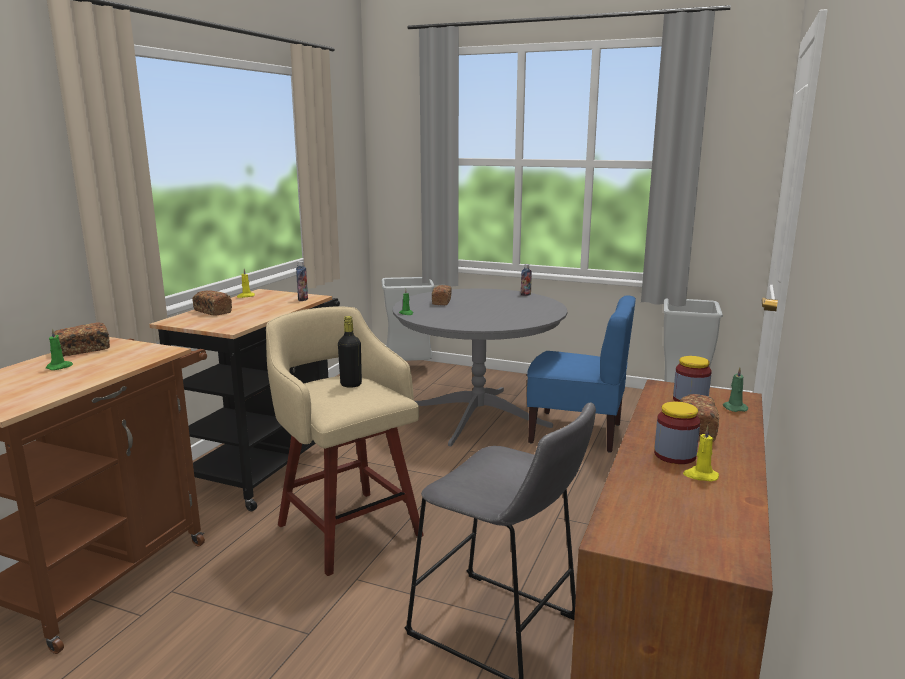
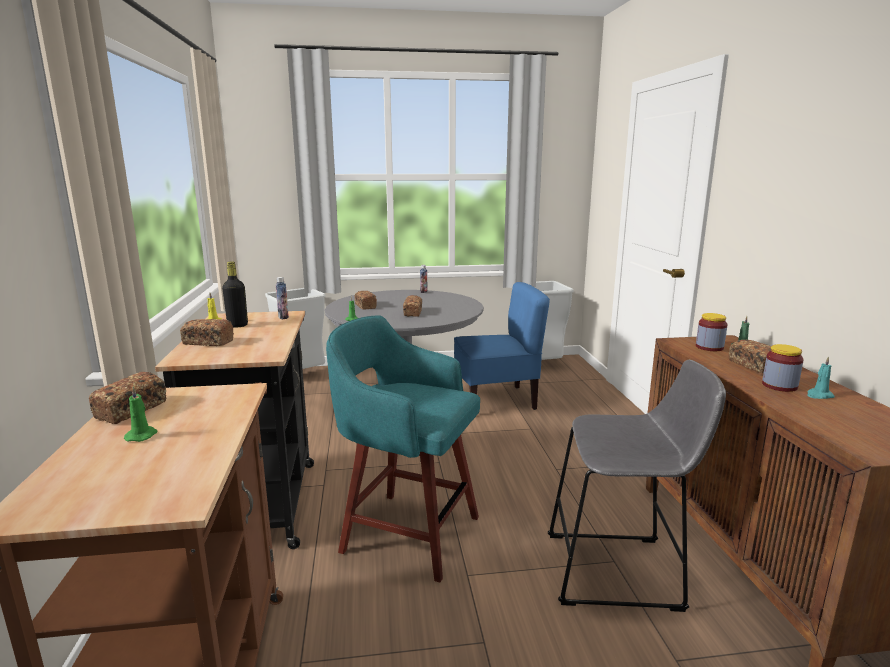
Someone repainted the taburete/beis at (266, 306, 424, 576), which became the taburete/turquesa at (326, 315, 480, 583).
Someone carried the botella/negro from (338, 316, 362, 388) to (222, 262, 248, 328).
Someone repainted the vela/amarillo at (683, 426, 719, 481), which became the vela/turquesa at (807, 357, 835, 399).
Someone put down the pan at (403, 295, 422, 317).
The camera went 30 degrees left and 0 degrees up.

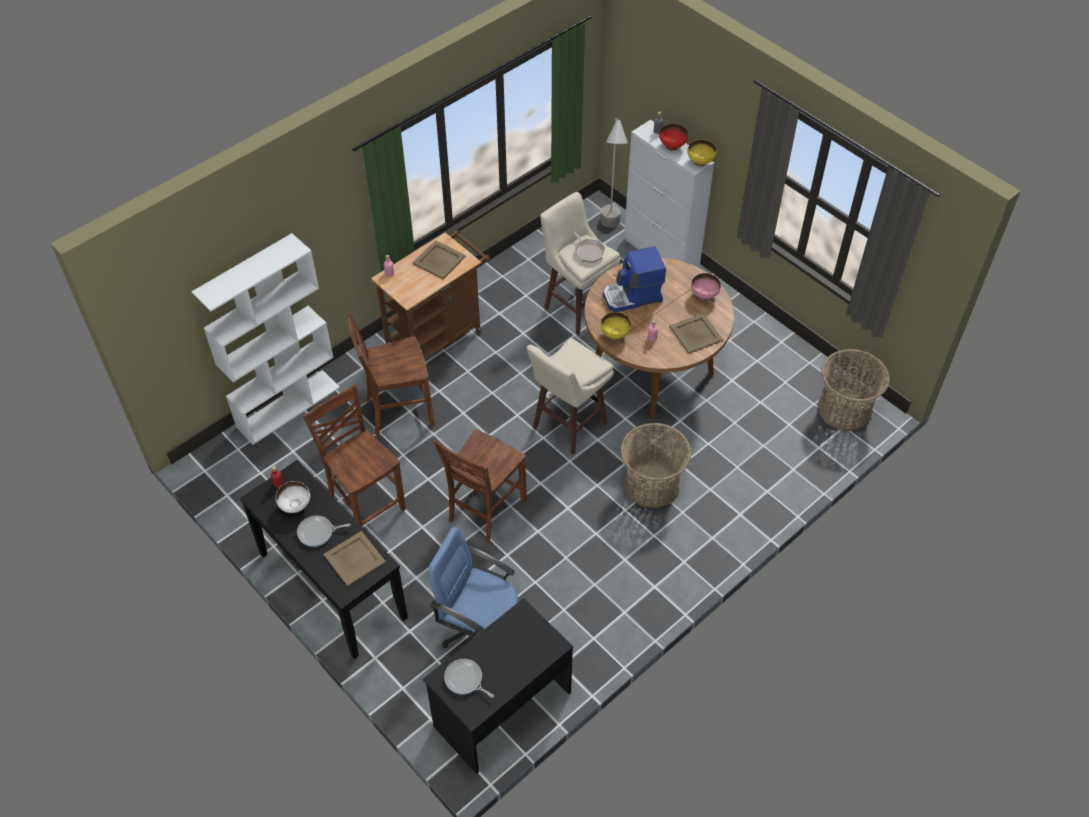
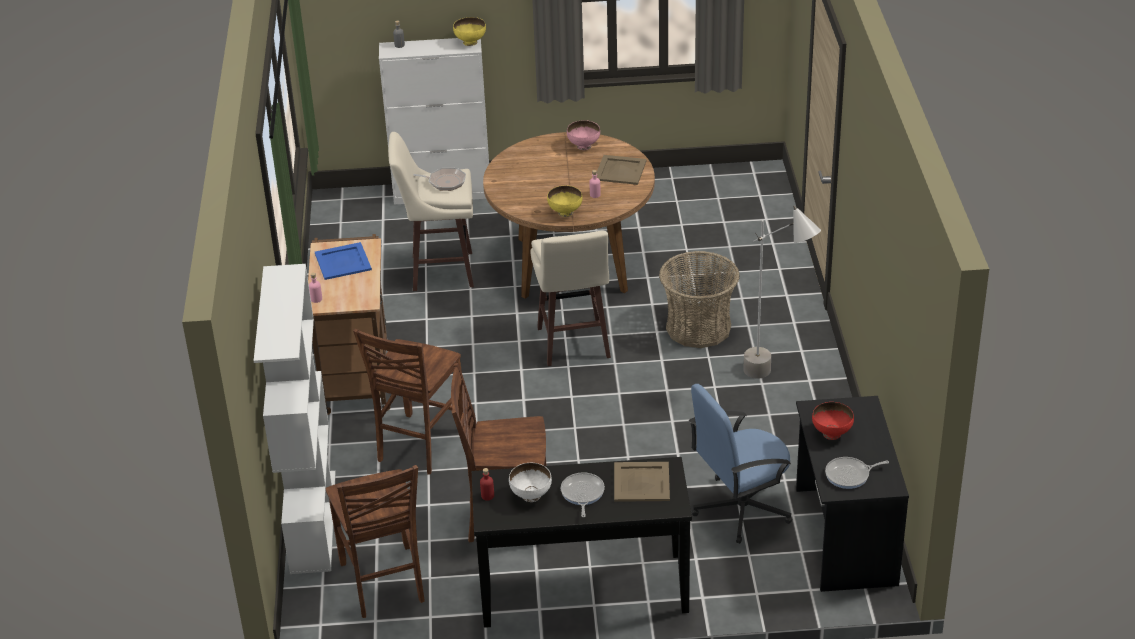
Someone rotated the sartén at (297, 516, 351, 547) by 150 degrees clockwise.
Someone repainted the bandeja/beis at (413, 240, 466, 279), which became the bandeja/azul at (315, 242, 372, 280).
Someone carried the silla/marrón from (433, 430, 527, 543) to (326, 465, 425, 618).
Someone carried the lámpara de pie/gris from (601, 117, 628, 228) to (743, 205, 821, 379).
Someone took away the cafetera at (603, 246, 666, 312).
Someone carried the cuenco/rojo from (659, 124, 688, 151) to (812, 402, 854, 440).
Someone took away the cesta at (818, 349, 890, 431).
The camera went 50 degrees left and 15 degrees down.

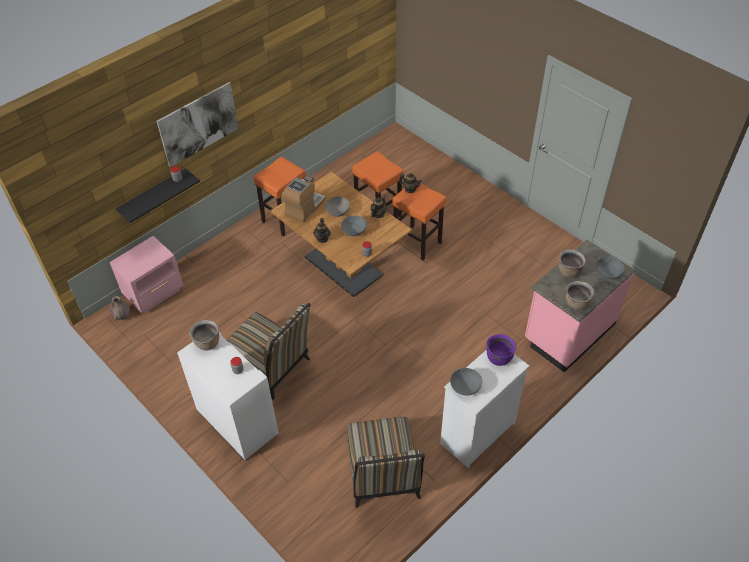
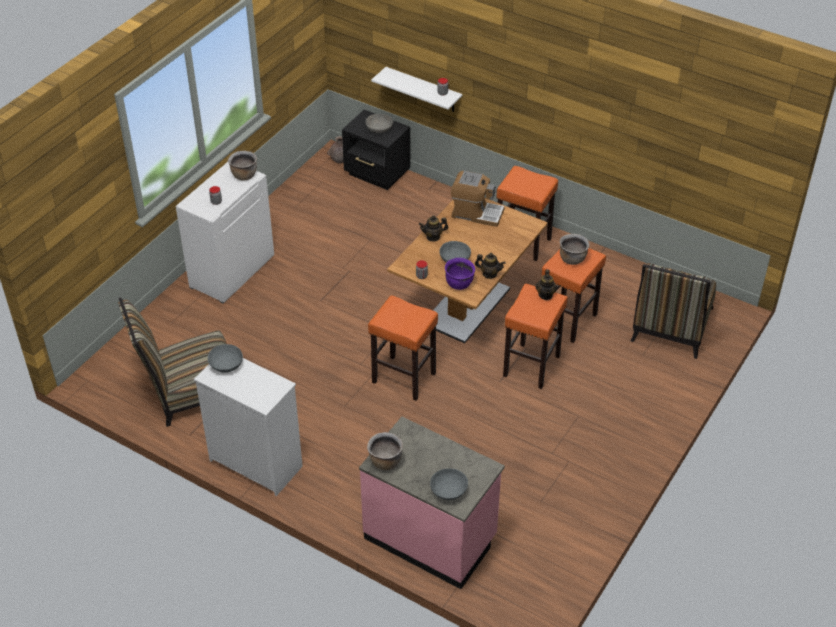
Someone repainted the mesita de noche/rosa at (110, 236, 183, 313), which became the mesita de noche/negro at (342, 110, 410, 190).
Someone repainted the estante/negro at (116, 168, 200, 223), which became the estante/blanco at (371, 67, 462, 112).
Someone took away the cuadro at (157, 82, 239, 167).
Someone carried the silla from (227, 303, 311, 400) to (631, 263, 716, 359).
Someone carried the cuenco/gris from (325, 196, 350, 217) to (365, 114, 393, 133).
Someone carried the olla/morado from (487, 334, 516, 366) to (445, 258, 475, 290).
Someone carried the olla/marrón from (559, 250, 586, 278) to (560, 234, 590, 265).
Someone put down the taburete/naranja at (368, 295, 438, 401).
The camera went 75 degrees right and 5 degrees down.

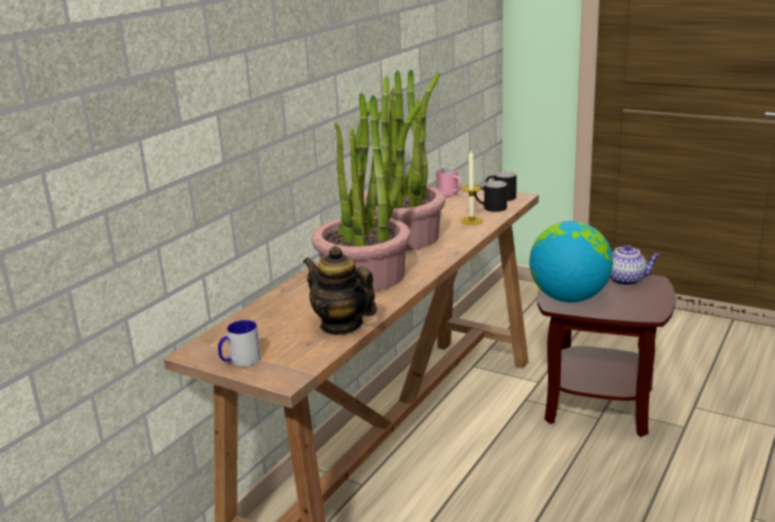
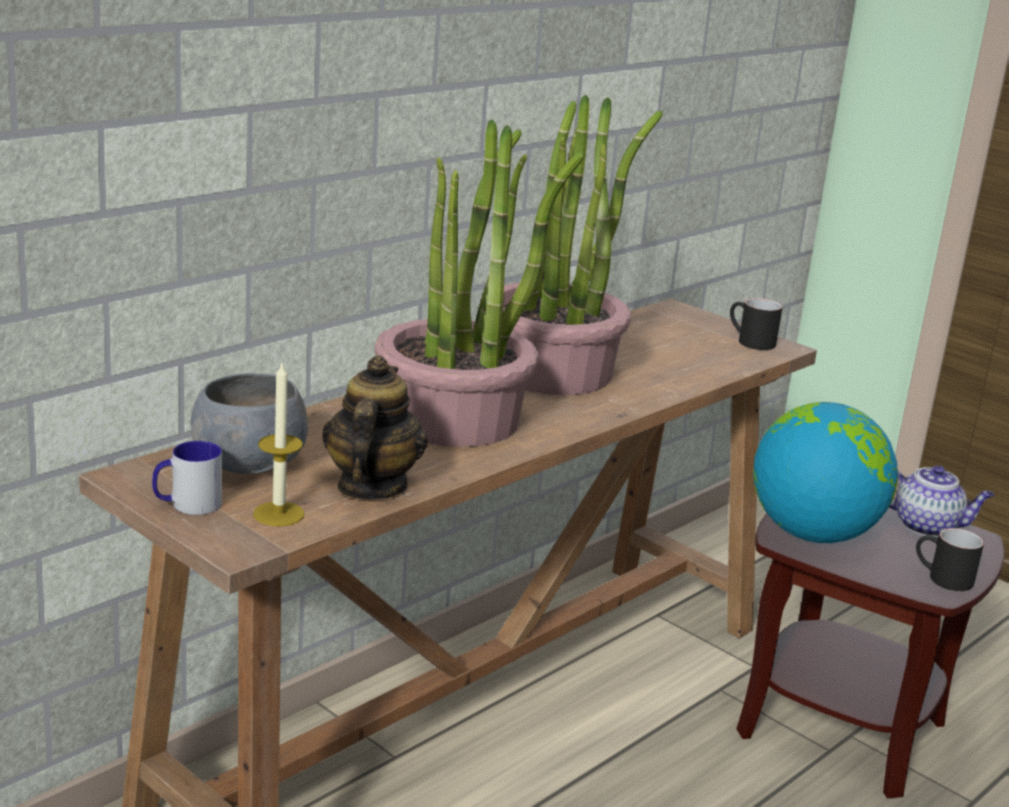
Someone rotated the tetera at (303, 246, 377, 335) by 45 degrees clockwise.
Someone took away the taza grande/rosa at (436, 168, 462, 197).
Someone carried the vela from (461, 151, 483, 225) to (253, 363, 305, 526).
Someone carried the taza grande/negro from (474, 181, 507, 212) to (916, 528, 984, 591).
Someone put down the cuenco/gris at (191, 373, 308, 474).
The camera went 10 degrees right and 0 degrees up.

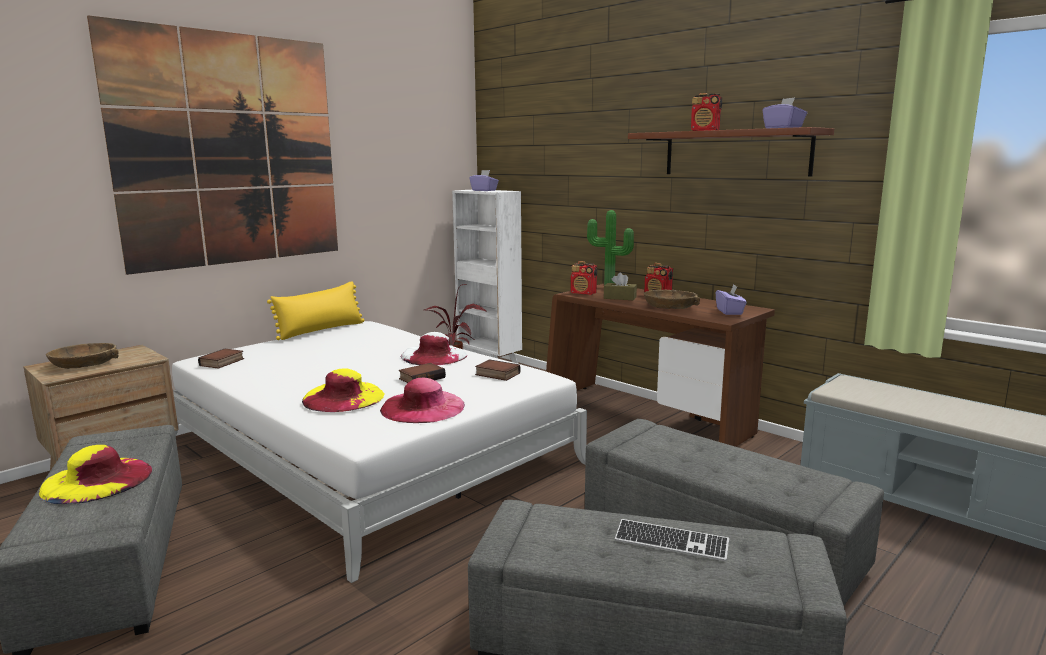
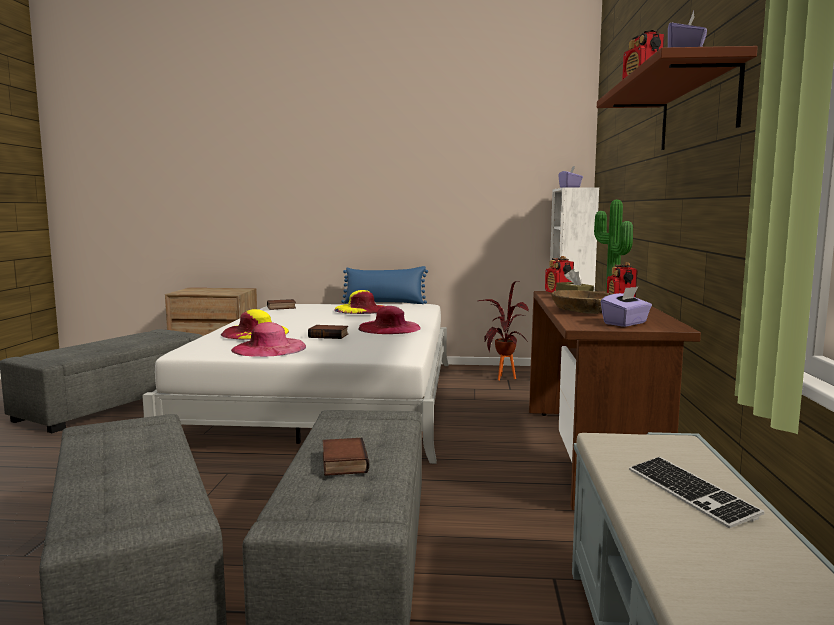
Someone carried the sombrero/amarillo from (39, 445, 152, 504) to (334, 290, 384, 314).
Someone took away the cuenco/marrón at (46, 343, 119, 369).
Someone took away the cuadro at (87, 15, 338, 275).
Someone repainted the cojín/amarillo at (267, 281, 364, 340), which became the cojín/azul at (341, 266, 428, 304).
Someone repainted the sombrero/blanco at (401, 332, 467, 365), which became the sombrero/rosa at (358, 306, 421, 334).
Someone carried the libro from (475, 359, 520, 381) to (323, 438, 369, 476).
Someone carried the teclado from (615, 519, 729, 561) to (629, 457, 764, 528).
The camera went 50 degrees right and 5 degrees down.

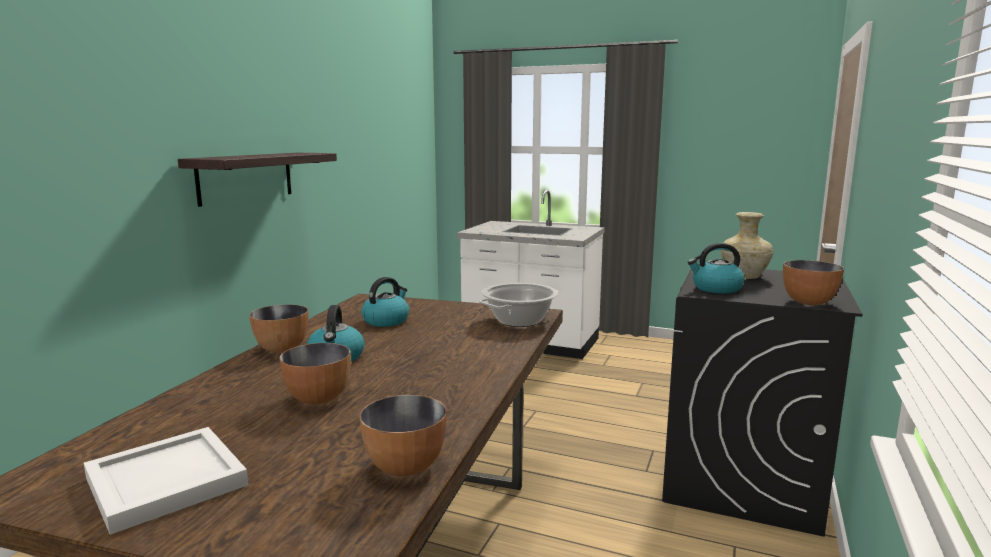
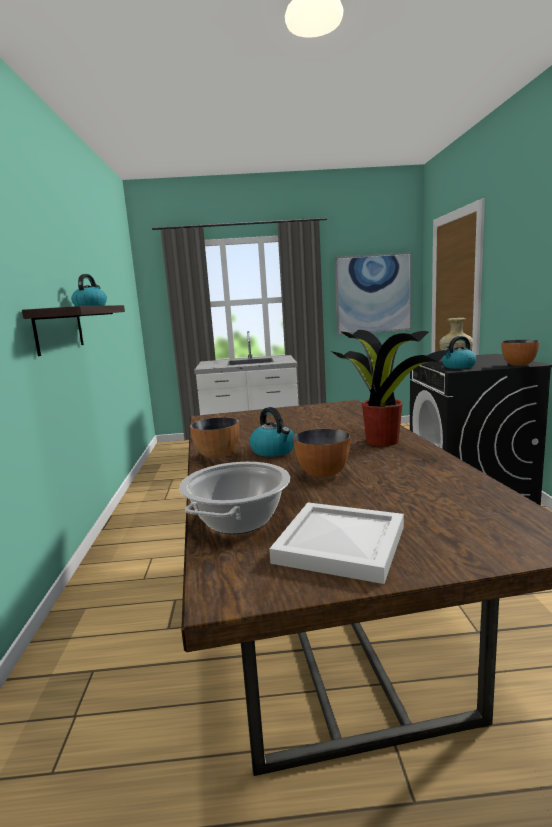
Someone took away the cuenco at (359, 395, 447, 476).
Someone carried the hervidor from (361, 277, 409, 327) to (71, 274, 107, 306).
Someone carried the olla from (479, 283, 559, 327) to (179, 462, 290, 534).
Someone put down the planta en maceta at (331, 330, 449, 446).
Someone put up the cuadro at (335, 252, 412, 335).
The camera went 25 degrees left and 0 degrees up.

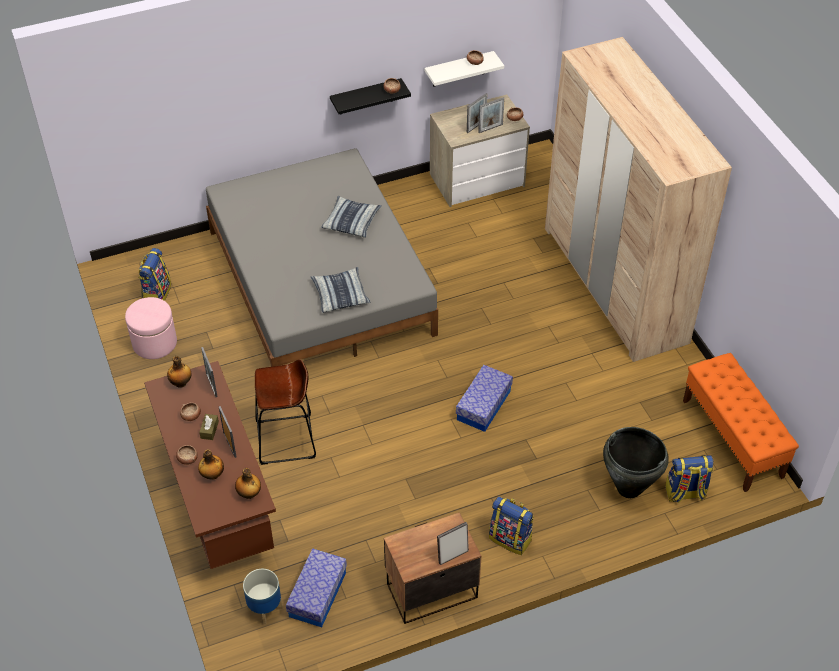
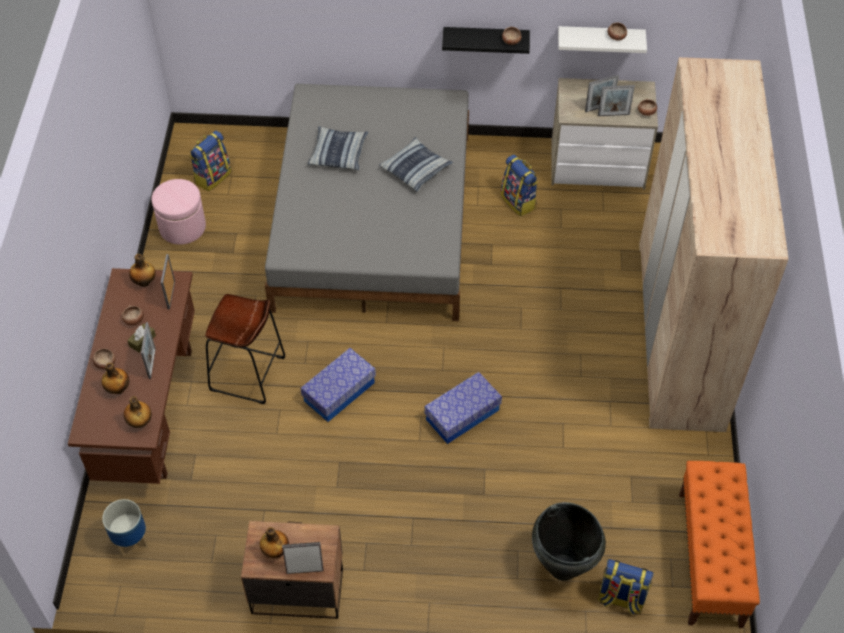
Someone carried the caja de almacenaje from (286, 548, 347, 627) to (301, 348, 376, 422).
Someone carried the cojín from (311, 267, 370, 313) to (308, 126, 368, 170).
Someone carried the mochila from (489, 496, 534, 555) to (501, 154, 538, 216).
Someone put down the botella at (260, 527, 289, 558).
The camera went 25 degrees right and 5 degrees up.

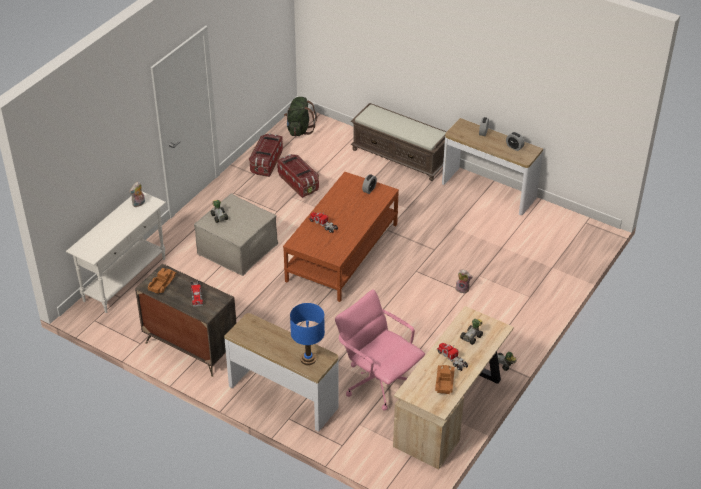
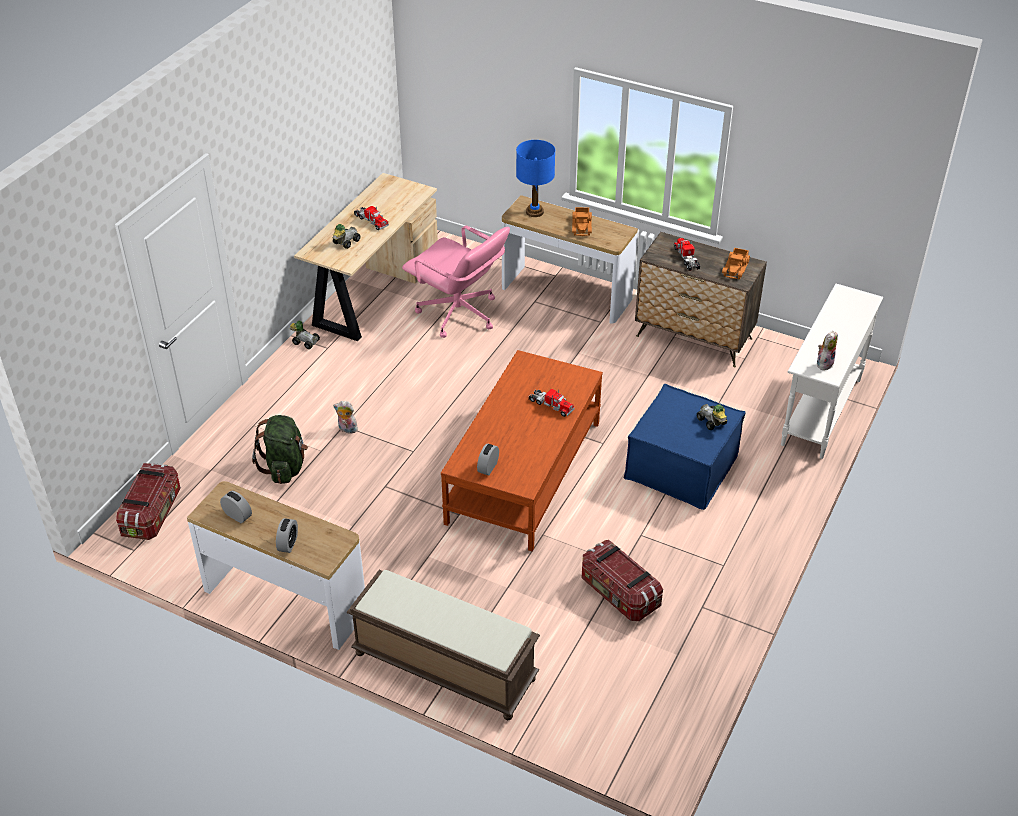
Someone repainted the puf/beis at (194, 193, 278, 276), which became the puf/azul at (624, 384, 746, 510).
Someone carried the caja de almacenaje from (249, 133, 283, 177) to (116, 463, 181, 540).
Someone carried the mochila/verde from (284, 97, 317, 136) to (252, 415, 308, 484).
Someone carried the camión de juguete from (435, 365, 455, 394) to (572, 207, 592, 236).
The camera went 175 degrees right and 0 degrees up.

